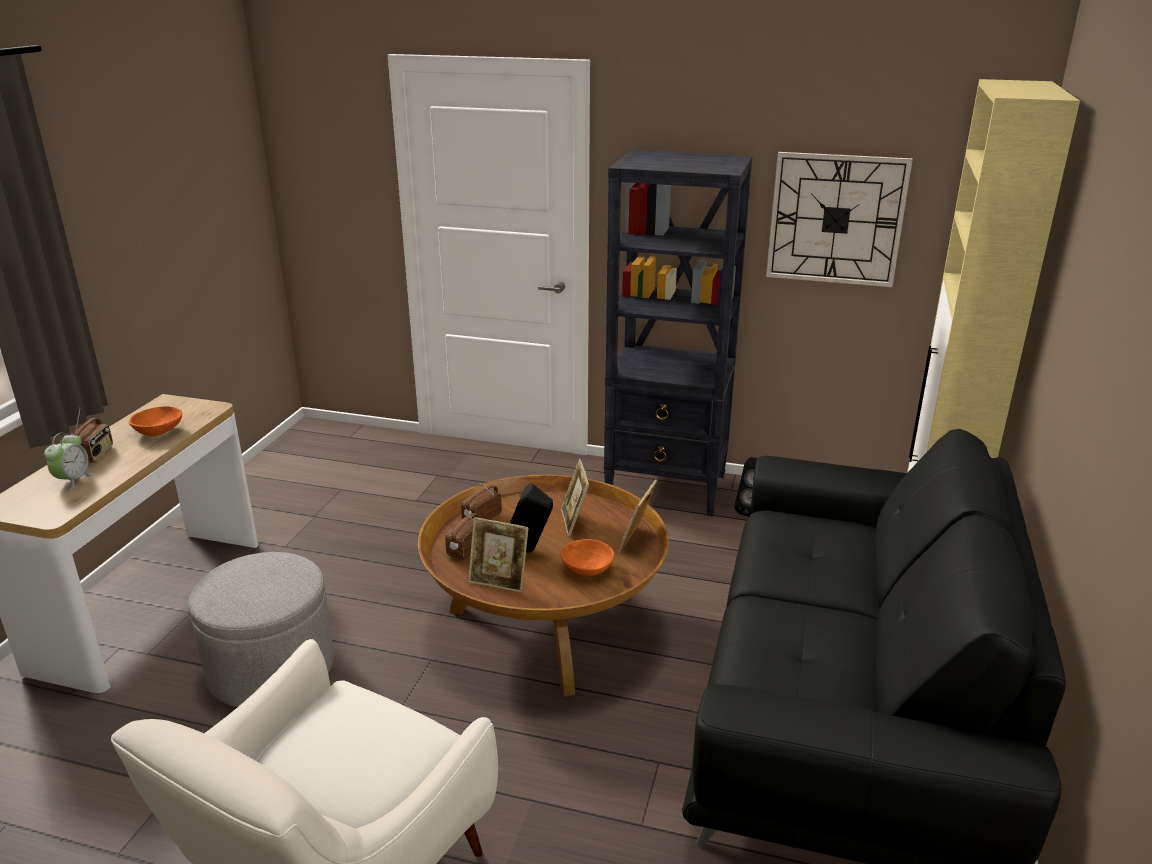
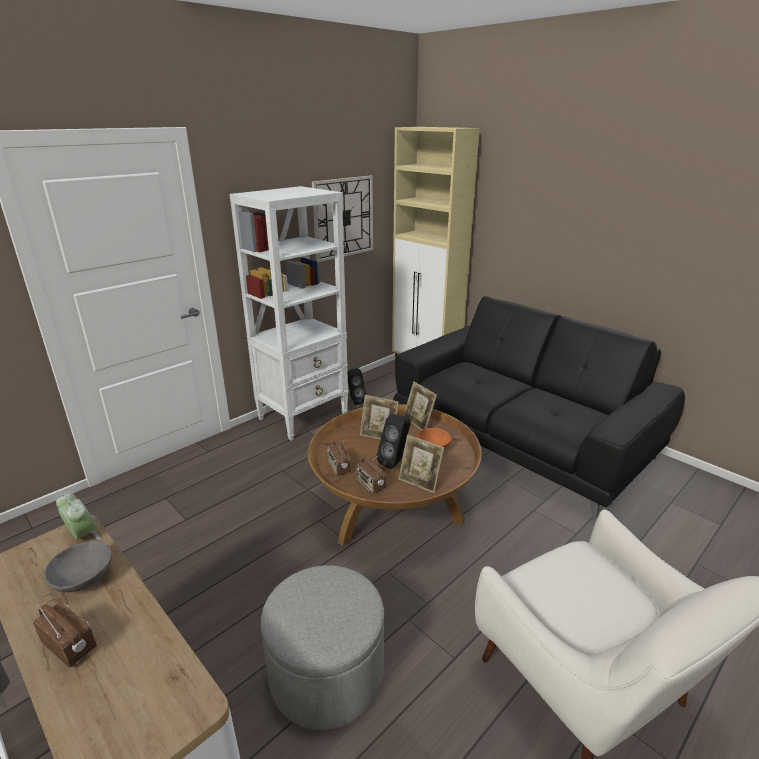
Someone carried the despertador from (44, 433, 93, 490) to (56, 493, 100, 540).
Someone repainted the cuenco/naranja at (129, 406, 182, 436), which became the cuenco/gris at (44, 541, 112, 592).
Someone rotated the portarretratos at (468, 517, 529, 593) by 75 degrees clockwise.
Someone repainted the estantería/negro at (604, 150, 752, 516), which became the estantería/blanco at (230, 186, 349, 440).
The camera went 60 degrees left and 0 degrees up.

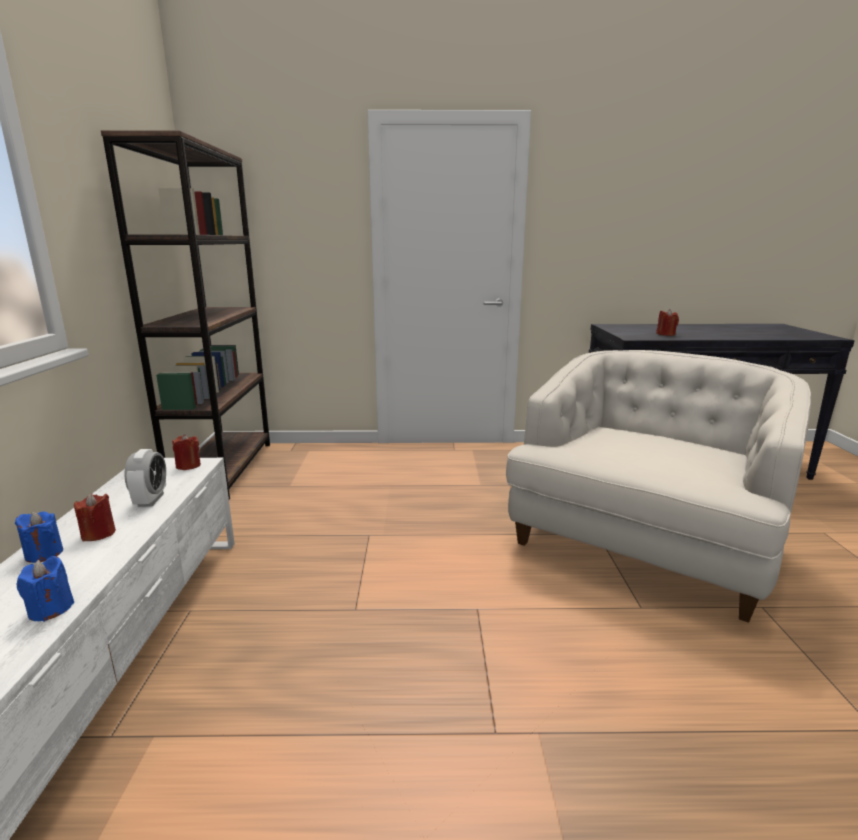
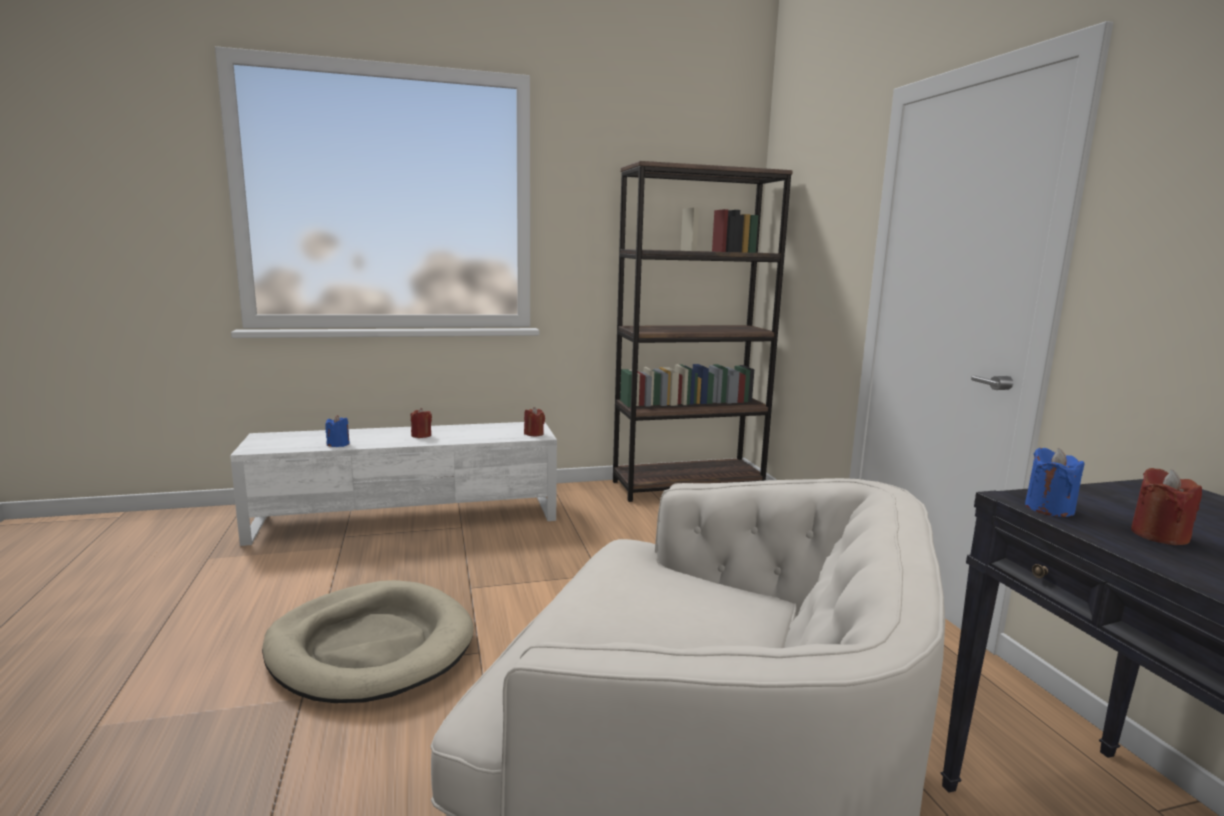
Someone carried the vela/azul from (15, 511, 63, 563) to (1025, 448, 1084, 517).
Someone took away the despertador at (125, 449, 166, 507).
Someone put down the cama para perro/beis at (262, 580, 474, 703).
The camera went 75 degrees right and 5 degrees down.

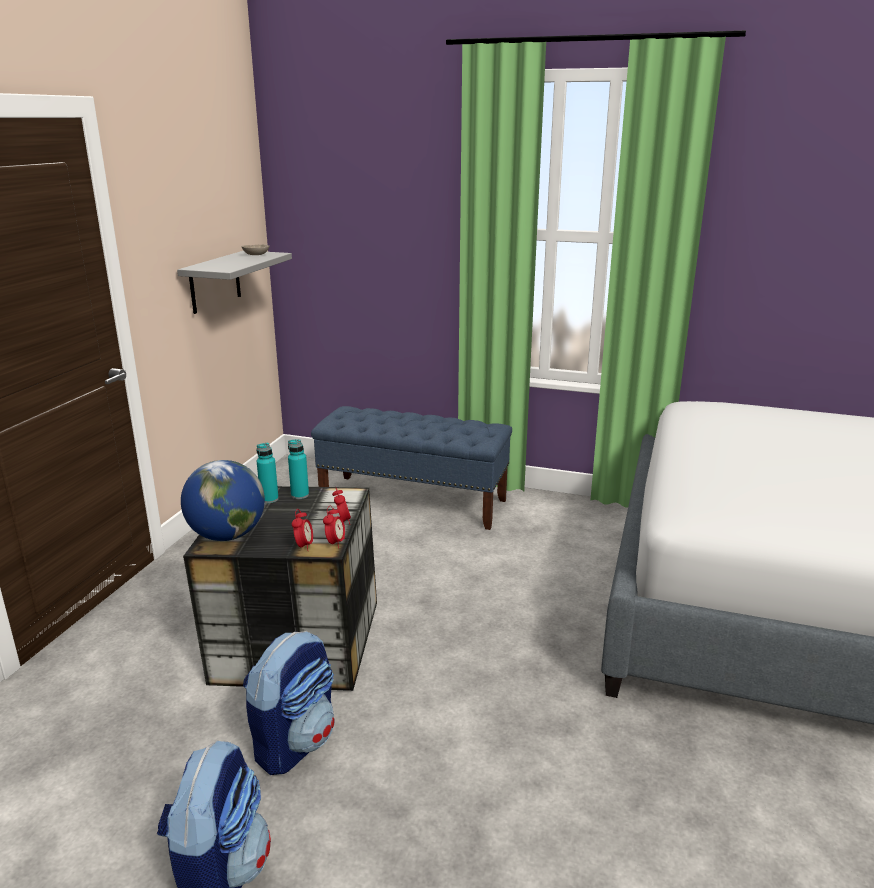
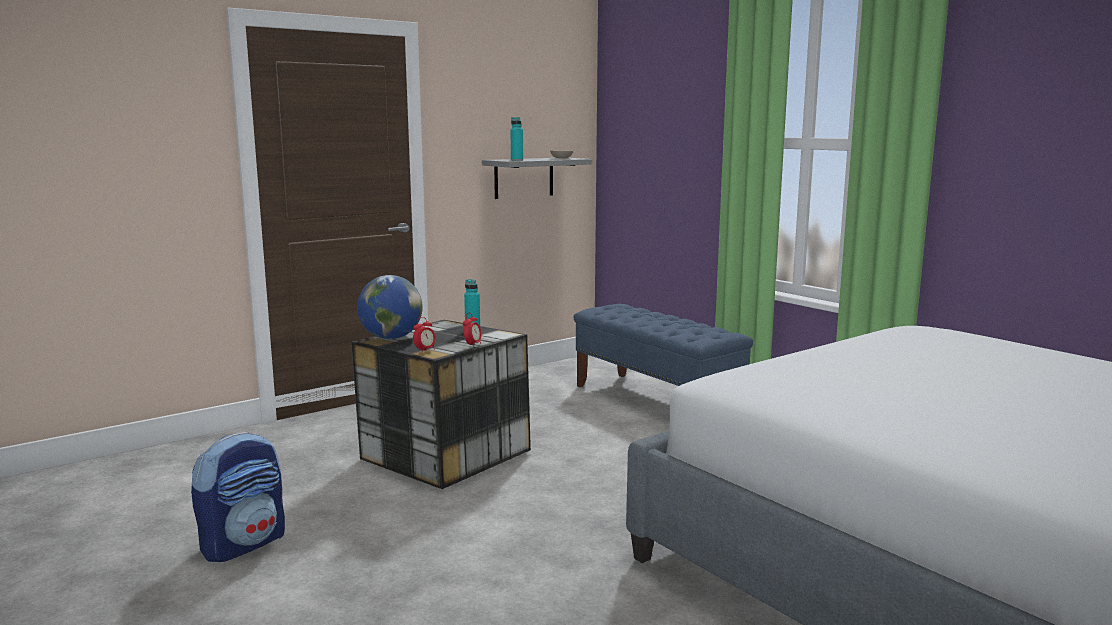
Someone took away the mochila at (243, 631, 334, 775).
Someone carried the botella/turquesa from (257, 443, 279, 503) to (511, 117, 523, 161).
Someone took away the despertador at (323, 505, 345, 548).
The camera went 35 degrees right and 10 degrees down.

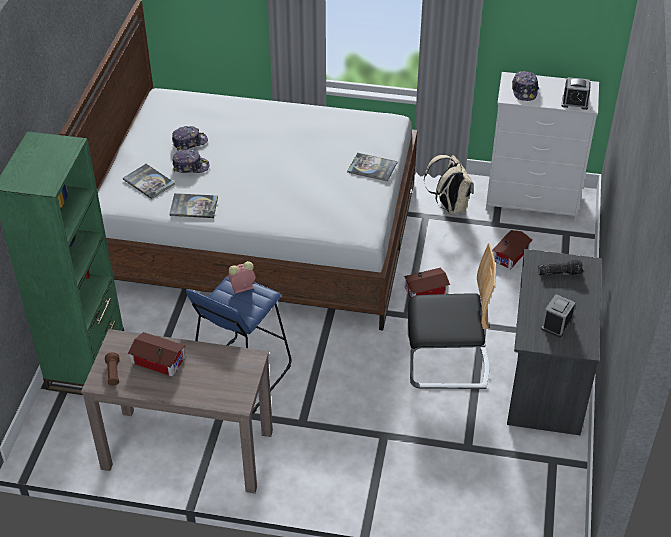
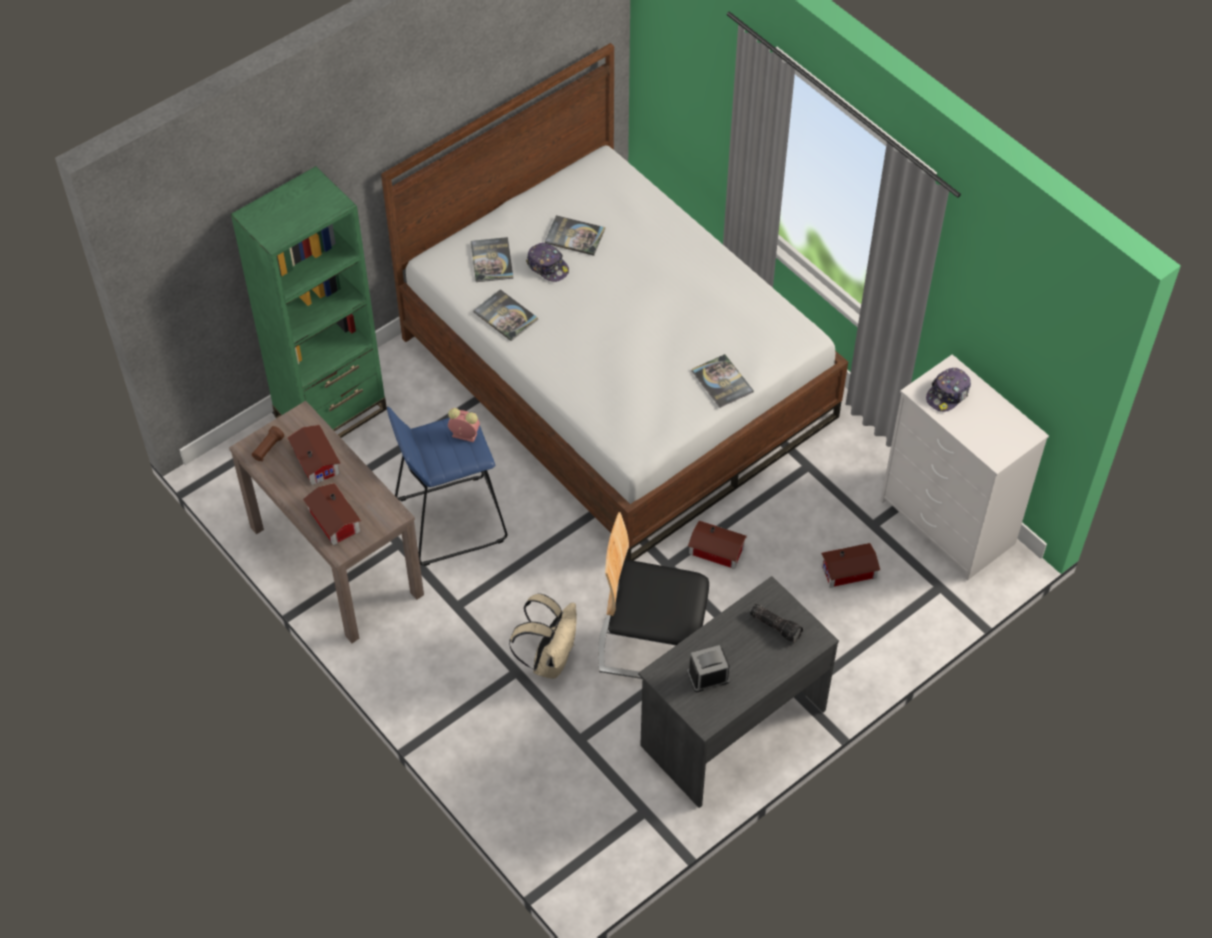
Someone swapped the gorra at (172, 126, 208, 151) for the libro at (545, 215, 605, 256).
Someone rotated the silla at (408, 243, 496, 389) by 150 degrees clockwise.
Someone carried the mochila/beis from (424, 155, 474, 215) to (509, 594, 577, 679).
Someone took away the despertador at (562, 77, 591, 110).
Someone put down the casita at (303, 483, 361, 546).
The camera went 40 degrees right and 10 degrees up.

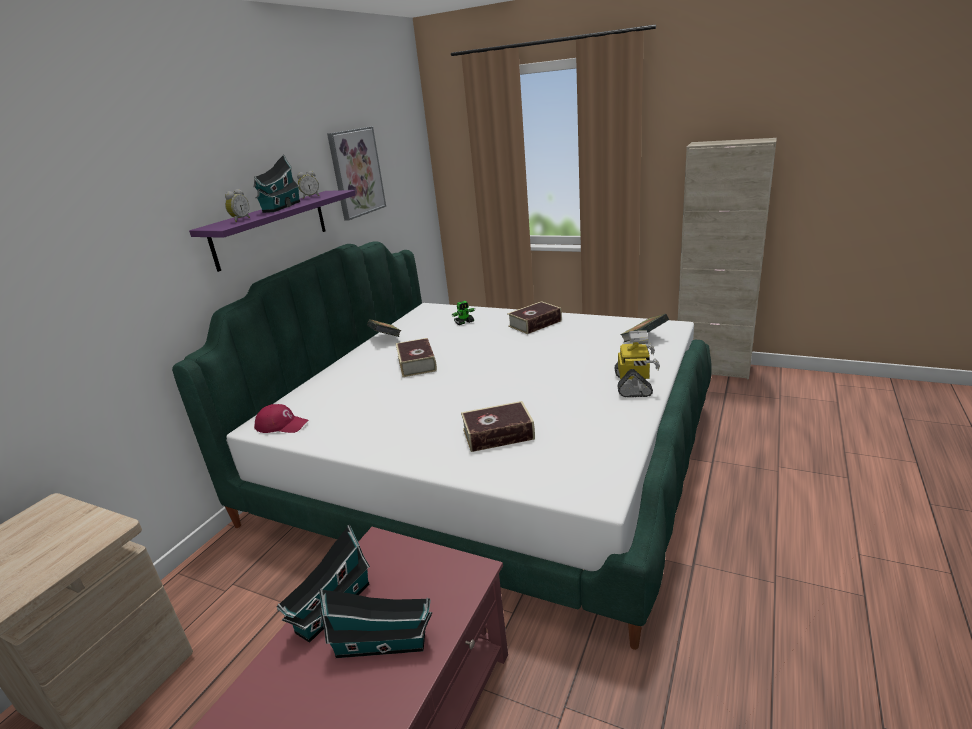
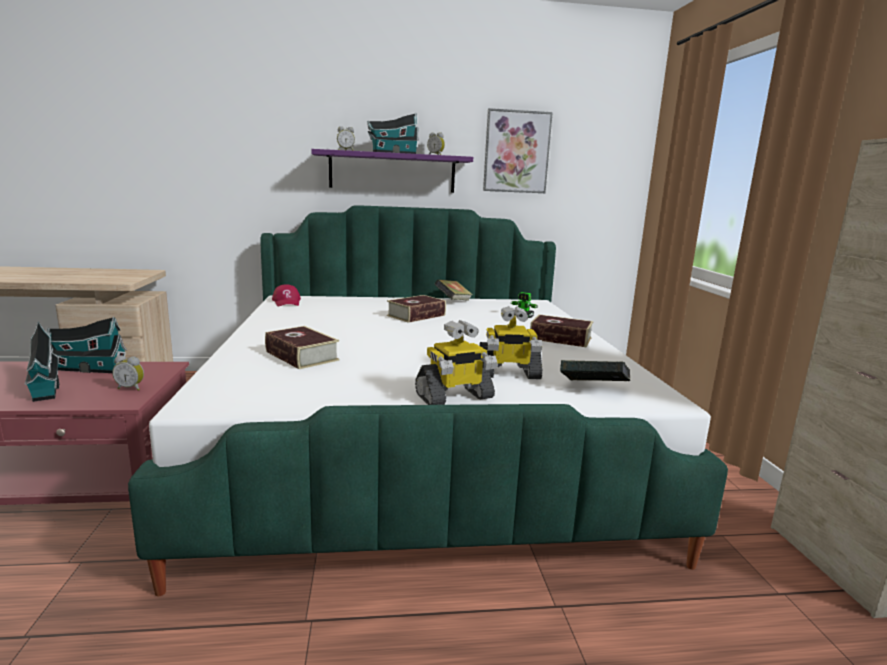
Someone put down the despertador at (112, 355, 144, 391).
Someone put down the robot de juguete at (479, 306, 542, 379).
The camera went 55 degrees right and 10 degrees down.

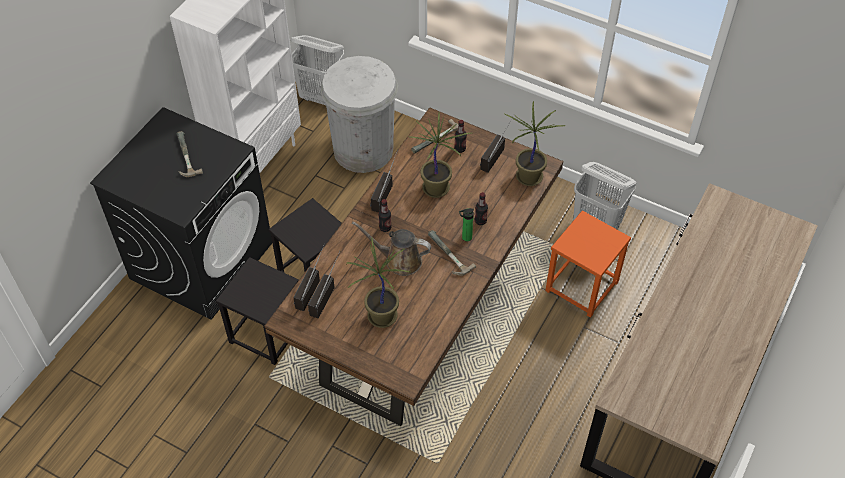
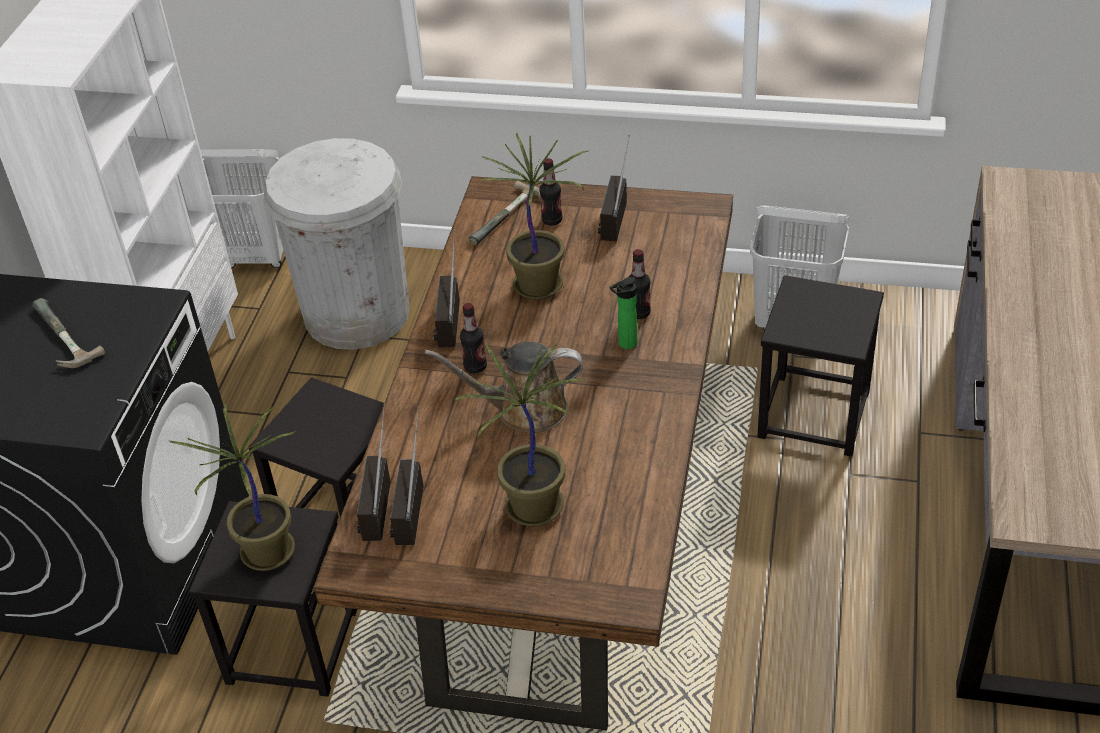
Someone took away the martillo at (428, 230, 476, 276).
Someone carried the planta en maceta from (505, 101, 566, 186) to (169, 401, 296, 571).
Someone repainted the taburete/naranja at (545, 210, 631, 318), which became the taburete/negro at (757, 275, 884, 457).
The camera went 15 degrees left and 10 degrees down.

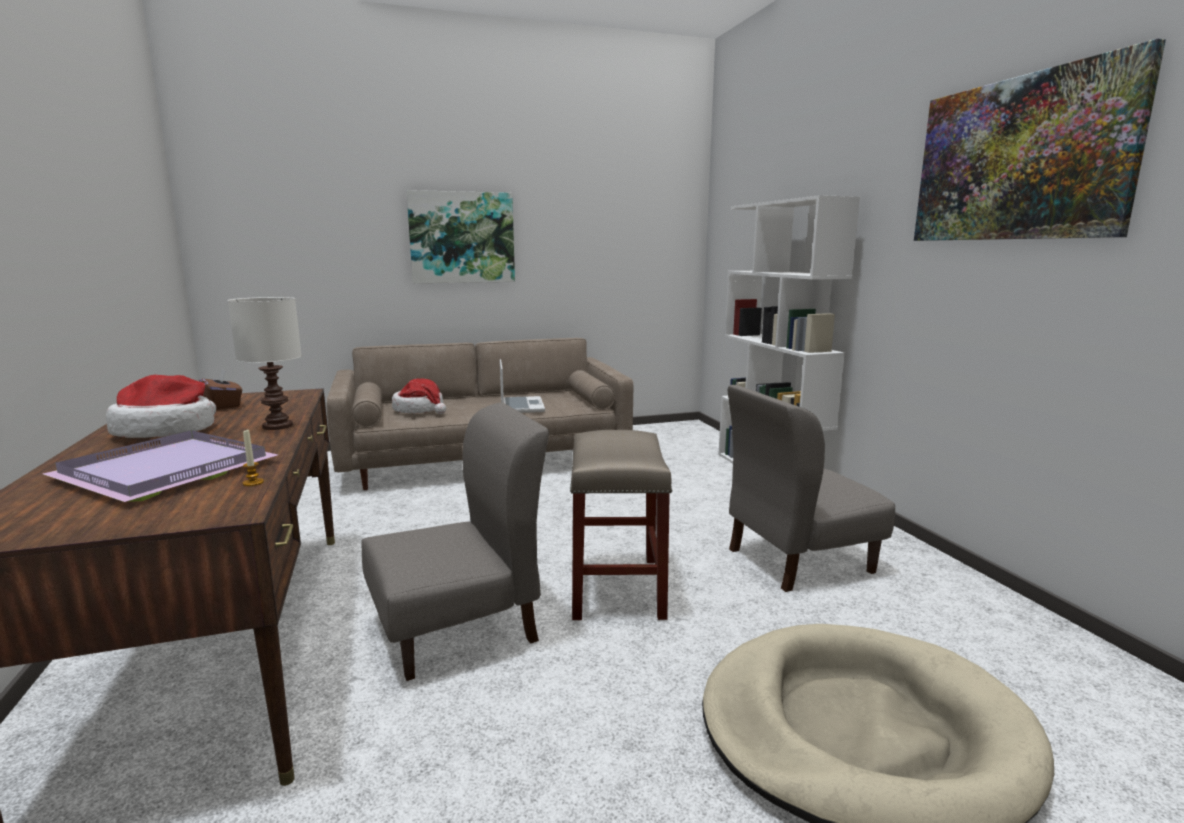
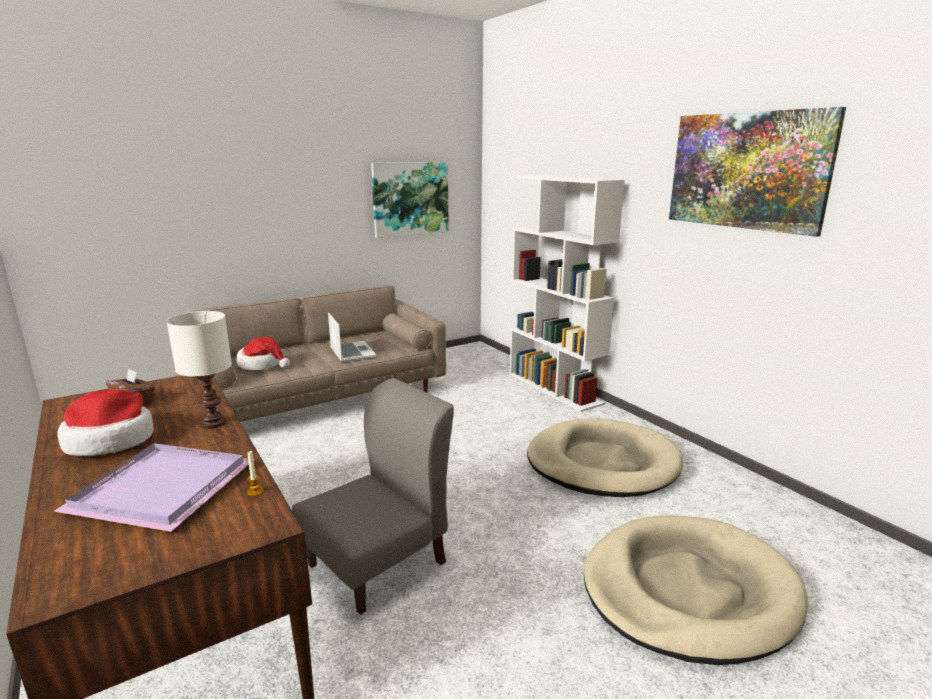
Someone carried the cuadro from (406, 190, 515, 283) to (371, 162, 449, 238).
Someone took away the taburete/beis at (570, 430, 673, 620).
Someone swapped the silla/gris at (728, 385, 895, 592) for the cama para perro/beis at (527, 418, 683, 497).
The camera went 15 degrees left and 5 degrees up.

